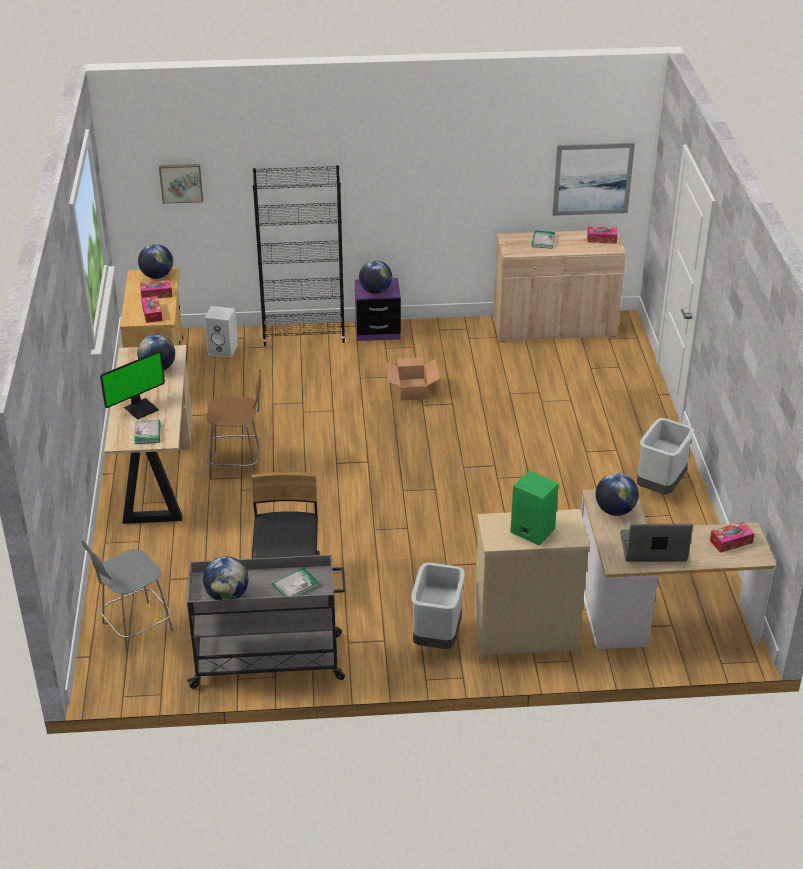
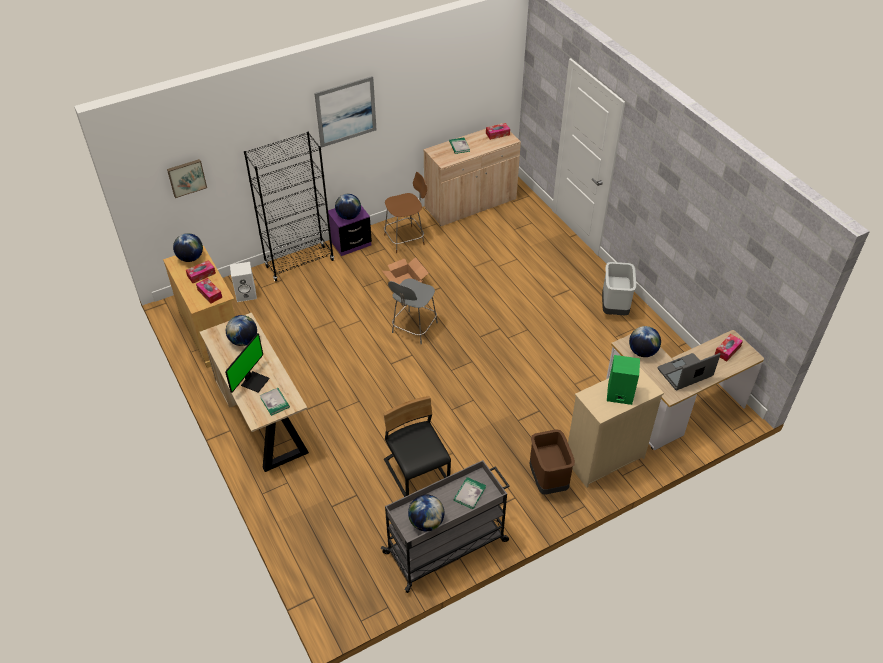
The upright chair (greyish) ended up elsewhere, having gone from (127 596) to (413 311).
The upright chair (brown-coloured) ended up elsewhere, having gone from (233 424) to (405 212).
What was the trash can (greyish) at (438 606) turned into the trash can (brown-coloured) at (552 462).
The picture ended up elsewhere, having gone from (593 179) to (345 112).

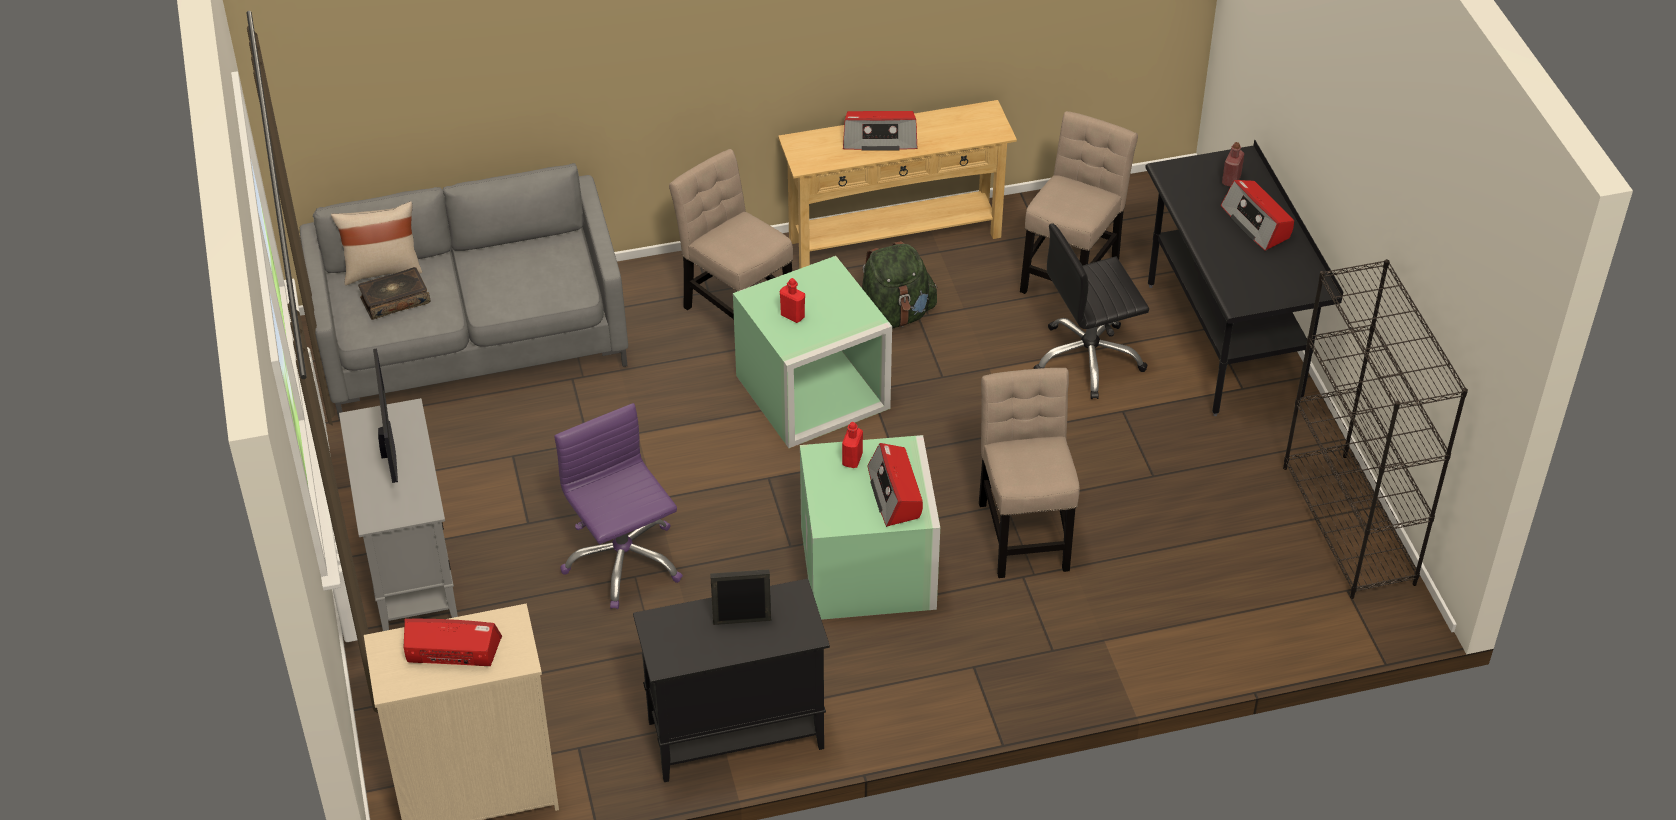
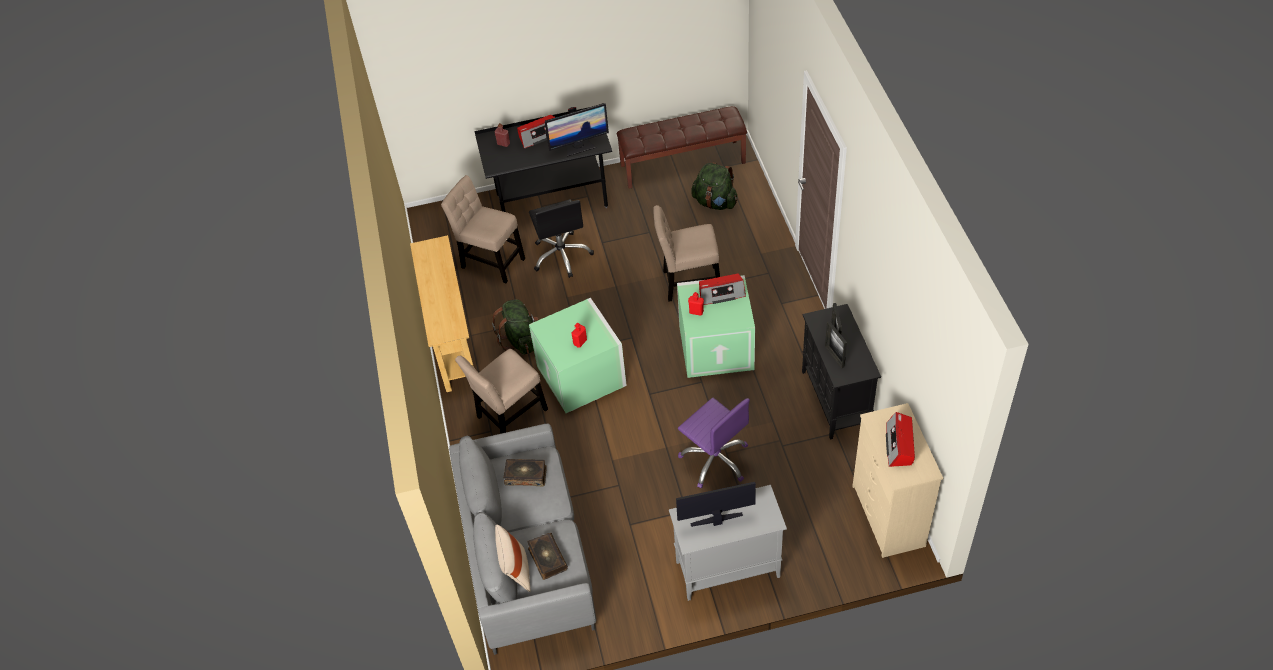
The desk chair (purplish) at (618 506) ended up facing another way, 105 degrees counterclockwise from before.
The second view lost the radio at (880 131).
Where the bookcase (black) stood at (1375 429), the long seat (brown-coloured) came to stand at (681 147).
The second view gained the volume at (525 473).
The second view gained the computer display at (577 130).
The second view gained the backpack (green) at (714 186).
The second view gained the photo frame at (836 344).

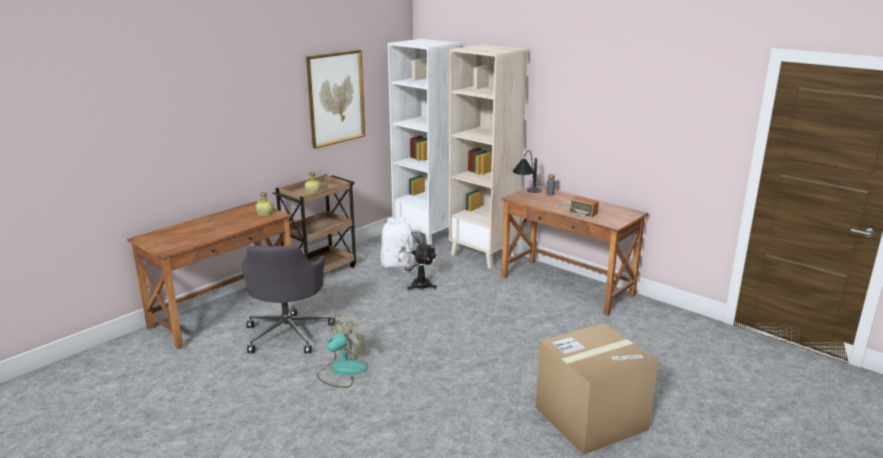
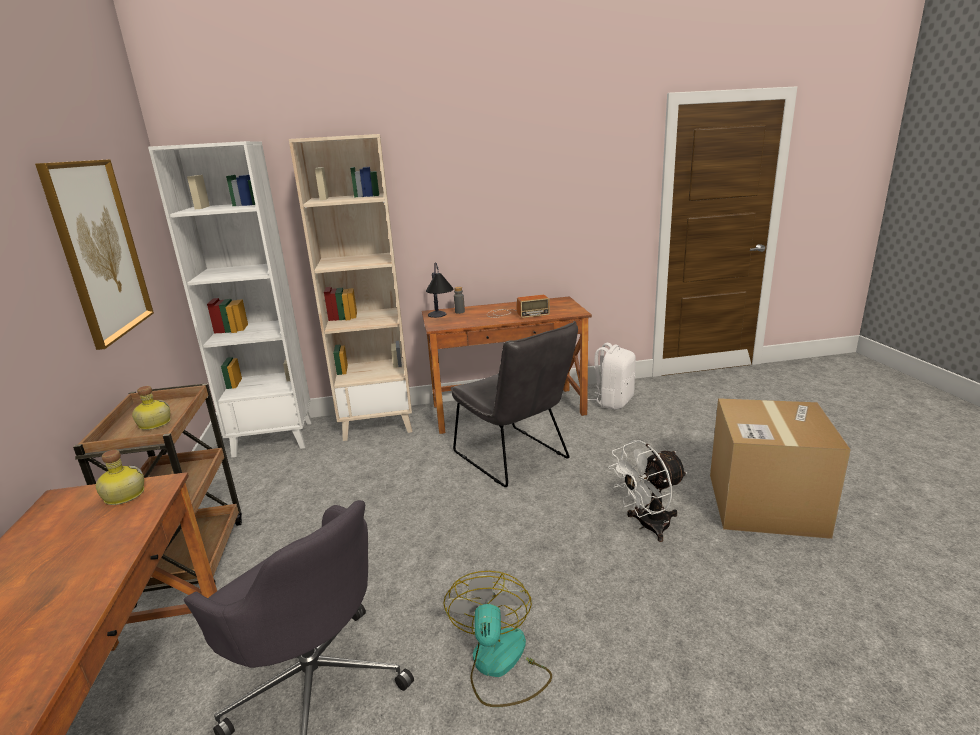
The backpack (whitish) ended up elsewhere, having gone from (398 242) to (612 376).
The fan (whitish) ended up elsewhere, having gone from (415 260) to (647 491).
The second view gained the upright chair (greyish) at (514 404).

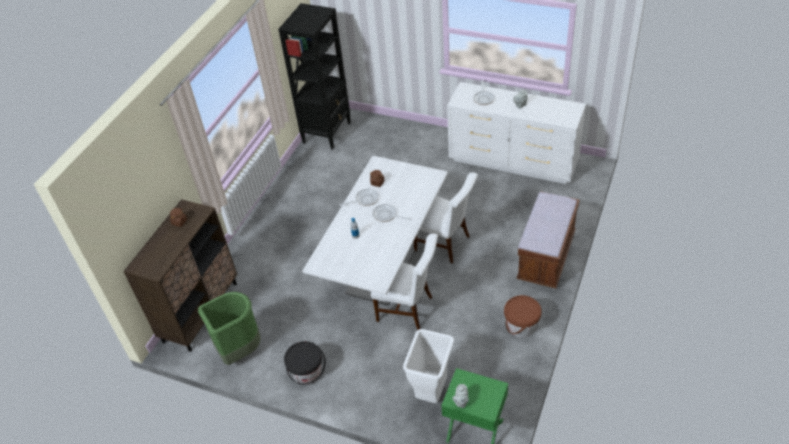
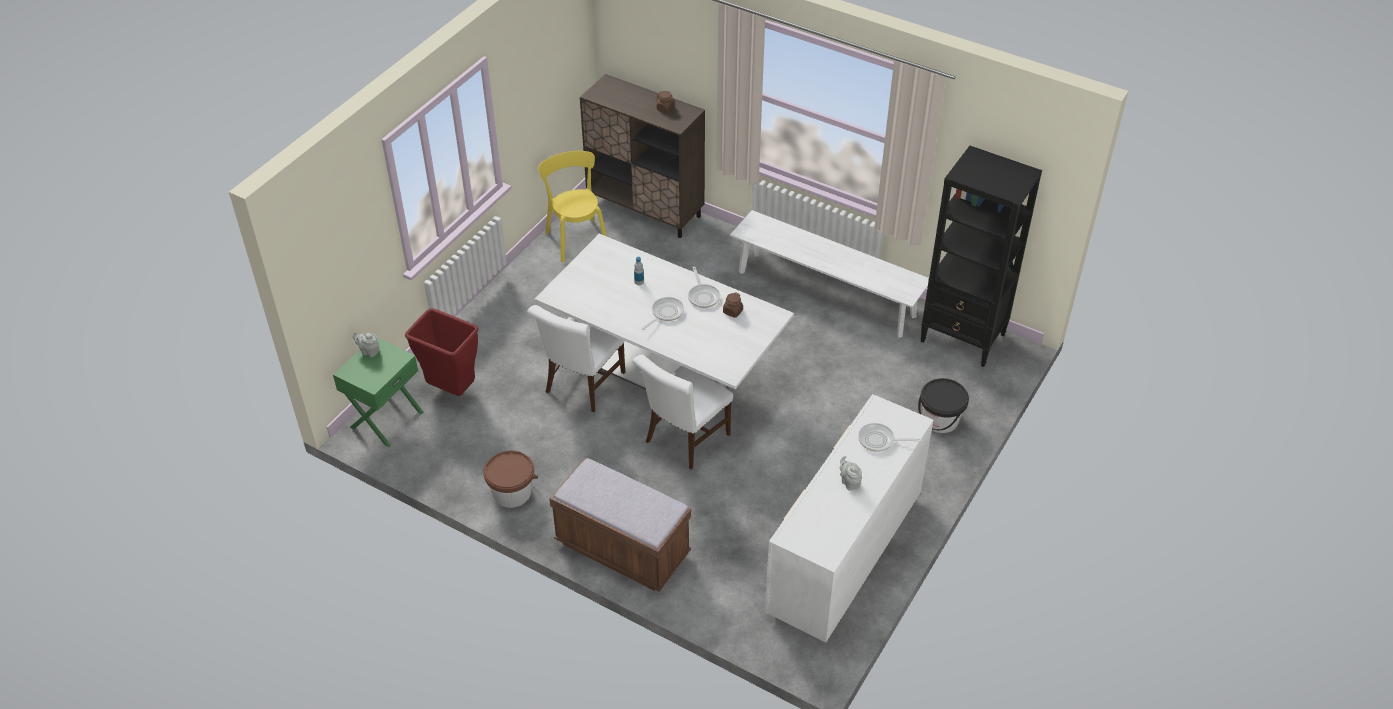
Where the trash can (green) stood at (229 328), the upright chair (yellow) came to stand at (572 206).
The bucket (black) ended up elsewhere, having gone from (304 363) to (943 405).
What was the trash can (whitish) at (428 366) turned into the trash can (reddish) at (442 352).
The second view gained the long seat (whitish) at (829 274).

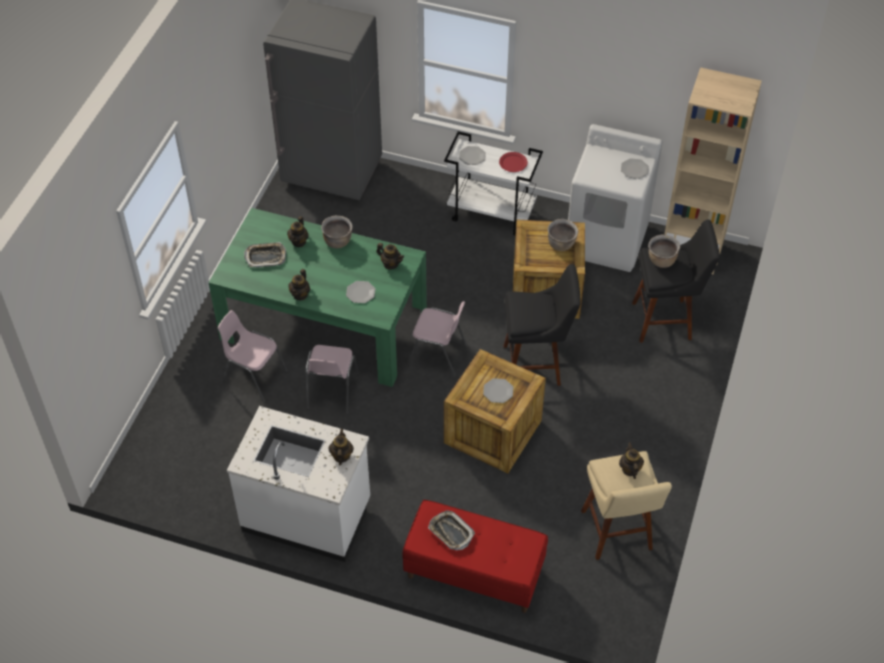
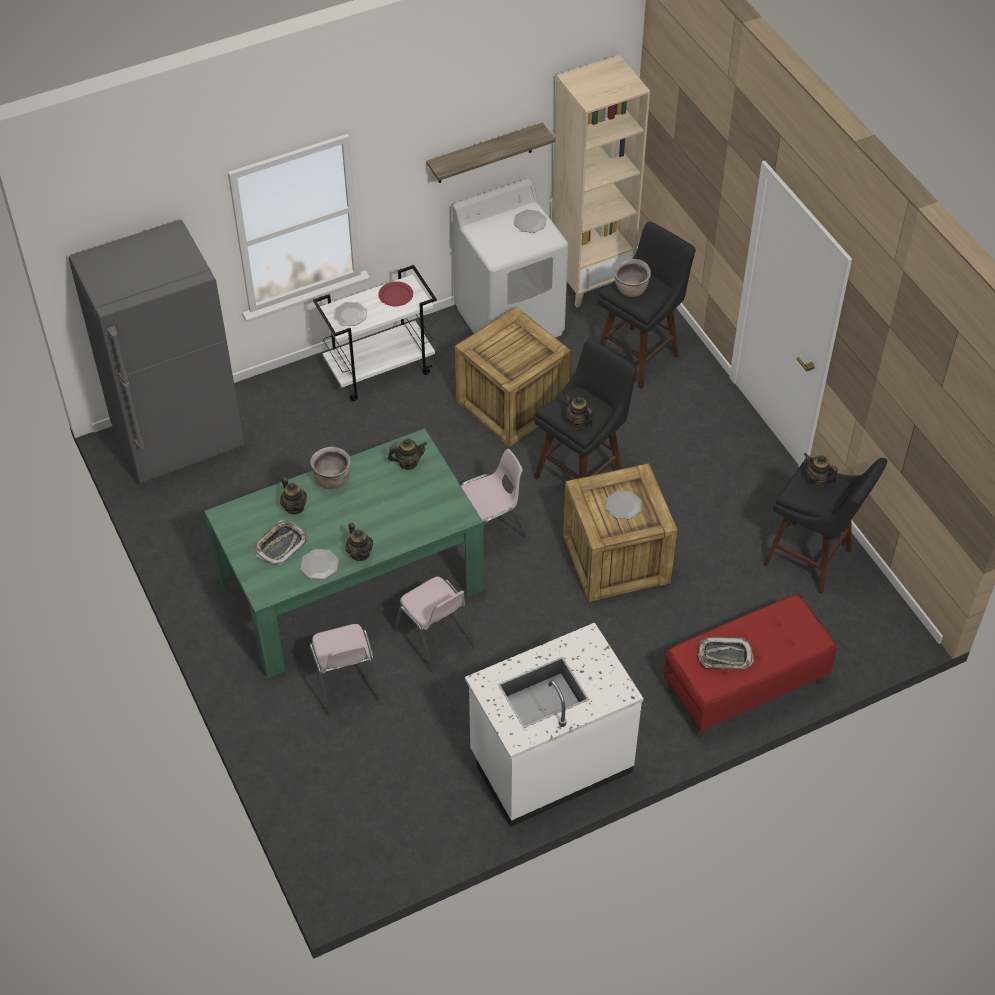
The upright chair (pink-coloured) at (253 356) ended up facing another way, 90 degrees counterclockwise from before.
The teapot ended up elsewhere, having gone from (341 446) to (579 411).
The dinner plate ended up elsewhere, having gone from (361 292) to (319 564).
The second view lost the cooking pot (brown-coloured) at (563 235).
What was the sitting stool (sand-coloured) at (626 505) turned into the sitting stool (black) at (825 525).
The second view gained the bracket shelf at (491 153).

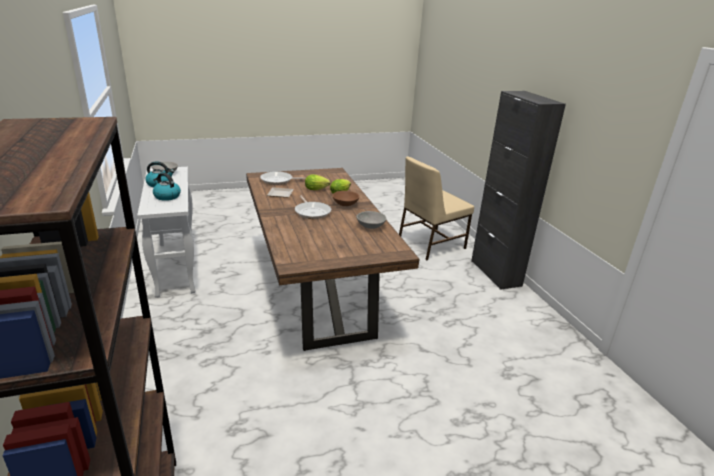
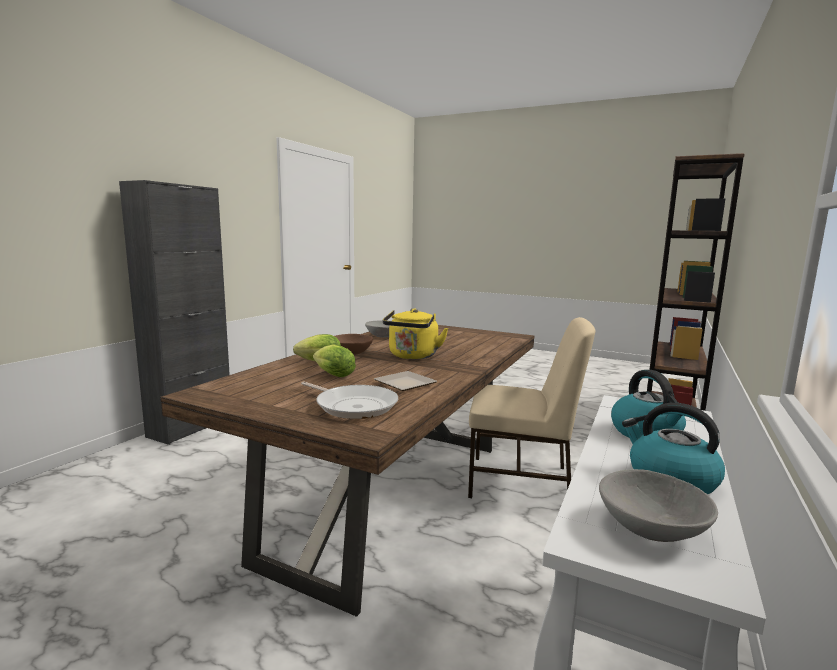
Where the skillet stood at (313 207), the kettle (yellow) came to stand at (415 333).
The upright chair (sand-coloured) ended up elsewhere, having gone from (436 208) to (532 407).

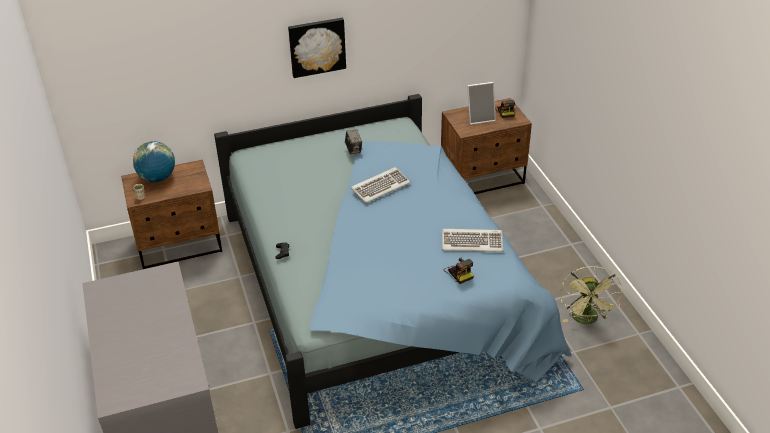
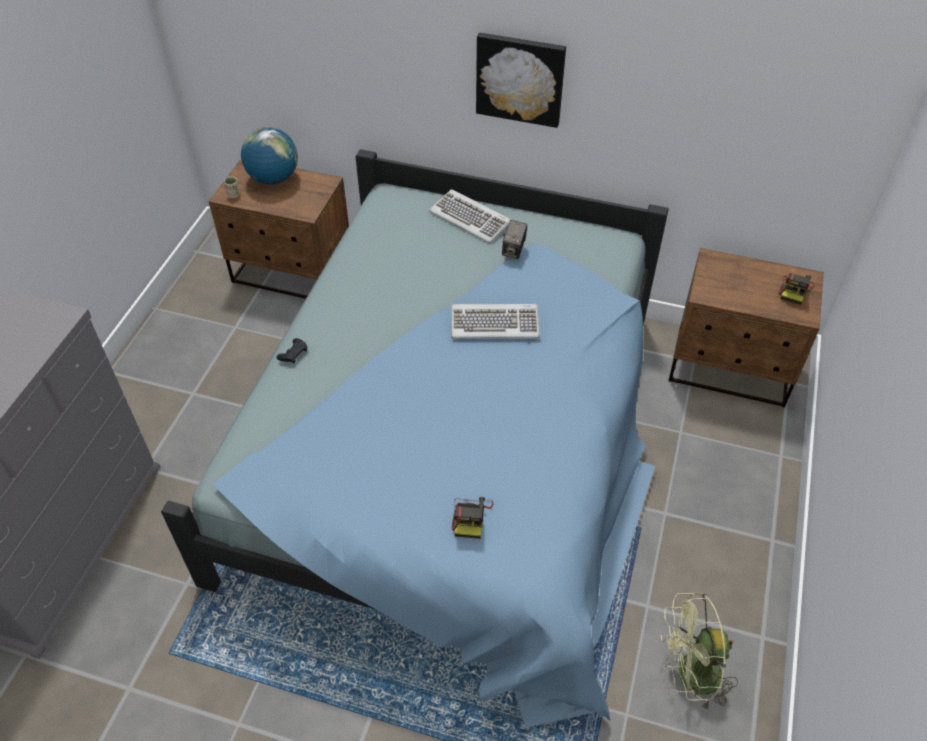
The PC keyboard ended up elsewhere, having gone from (472 240) to (470 216).
The second view lost the photo frame at (481 103).
The fan (green) at (591 295) ended up facing another way, 45 degrees clockwise from before.

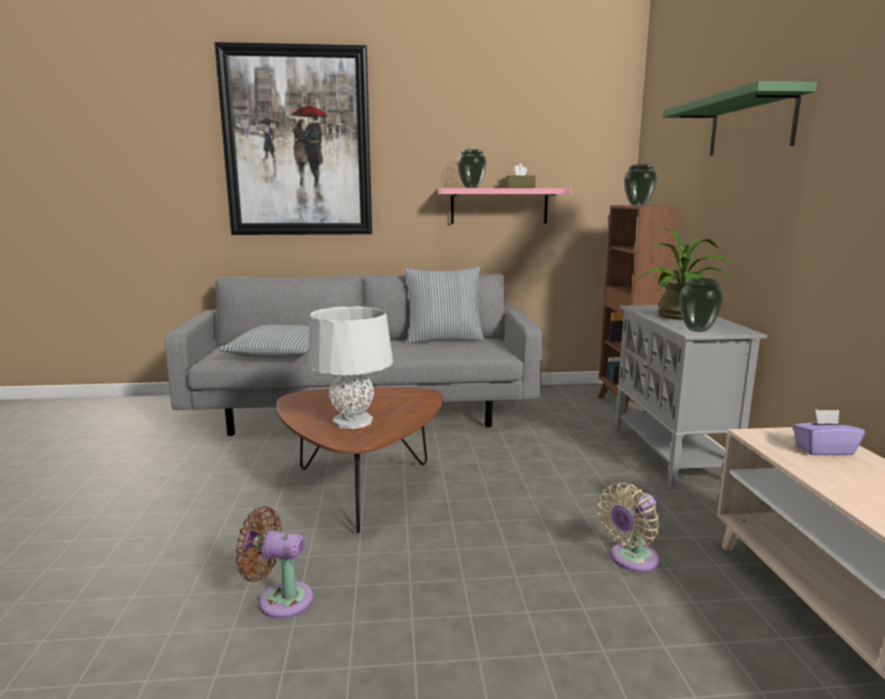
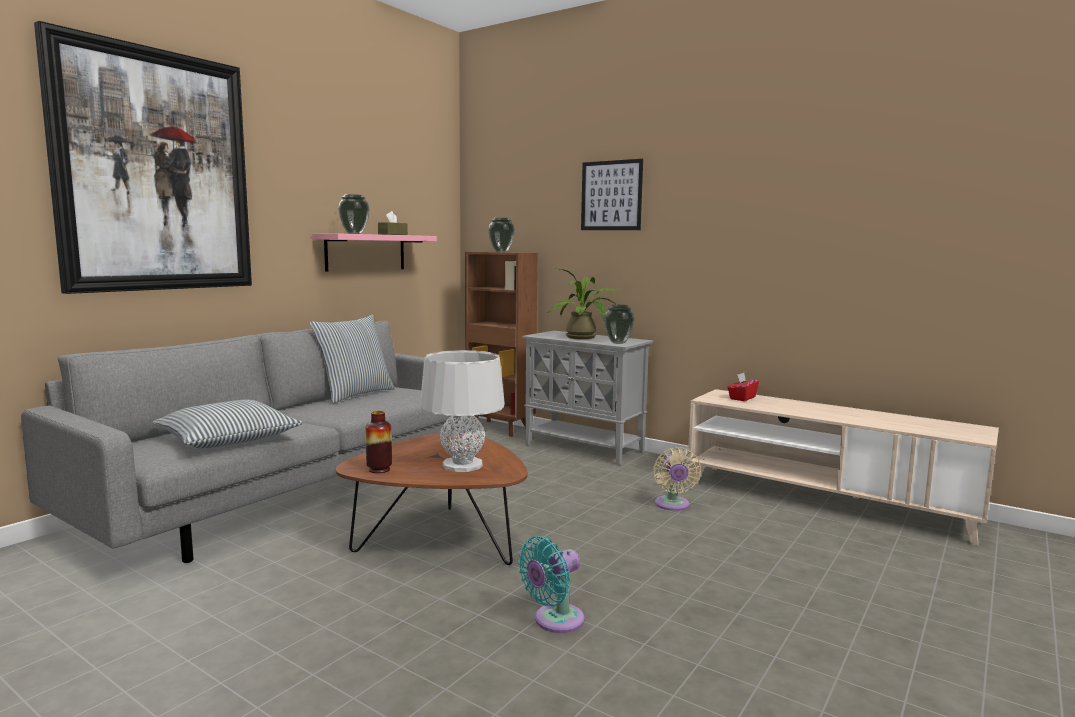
What was the fan (brown-coloured) at (274 562) turned into the fan (turquoise-coloured) at (551 584).
Where the bracket shelf (green) hung at (740 118), the picture came to hang at (612 194).
What was the tissue holder (purplish) at (829 432) turned into the tissue holder (reddish) at (743 387).
The second view gained the decorative vase at (378 442).

